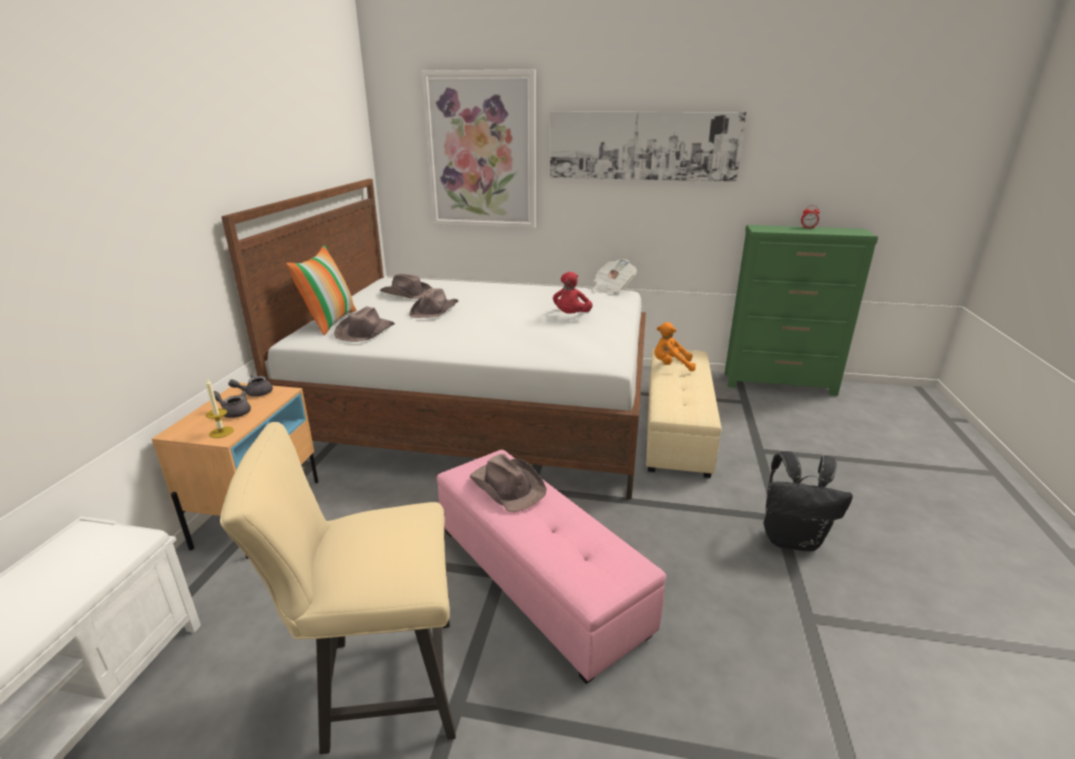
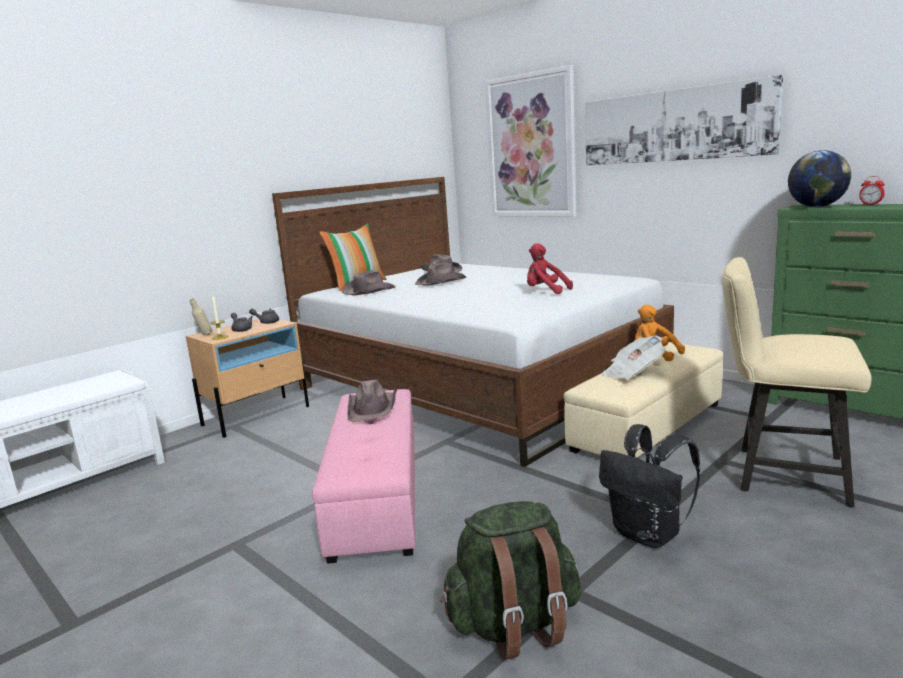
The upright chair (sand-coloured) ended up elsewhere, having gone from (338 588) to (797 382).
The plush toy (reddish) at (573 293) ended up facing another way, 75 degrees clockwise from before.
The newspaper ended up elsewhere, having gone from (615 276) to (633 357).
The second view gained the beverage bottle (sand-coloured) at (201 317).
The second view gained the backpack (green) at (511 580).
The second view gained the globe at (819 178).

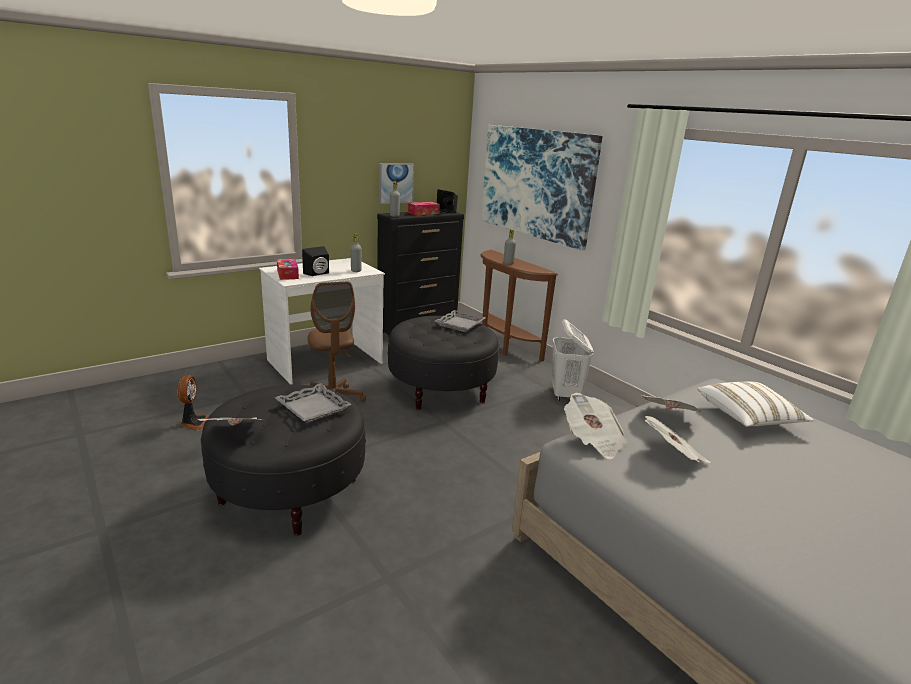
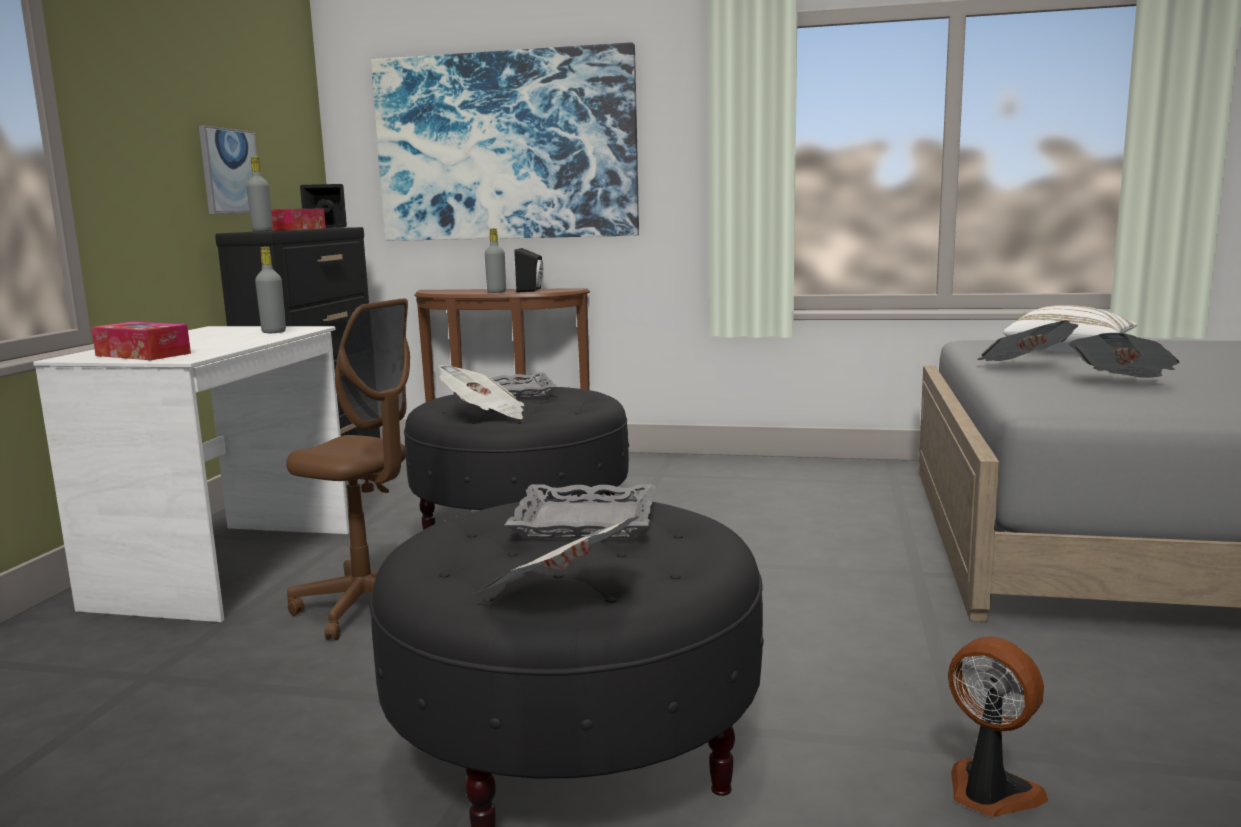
The fan ended up elsewhere, having gone from (193 403) to (998 726).
The audio speaker (black) ended up elsewhere, having gone from (315 261) to (528 270).
The second view lost the washing basket (whitish) at (572 360).
The newspaper ended up elsewhere, having gone from (595 426) to (481 392).

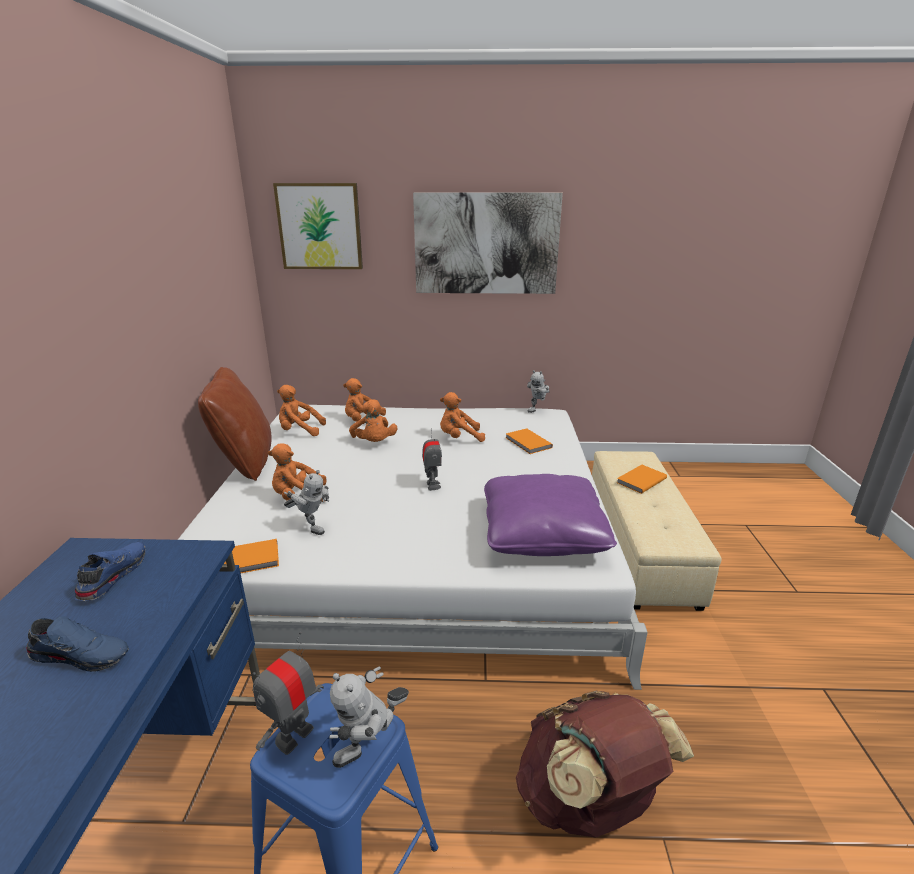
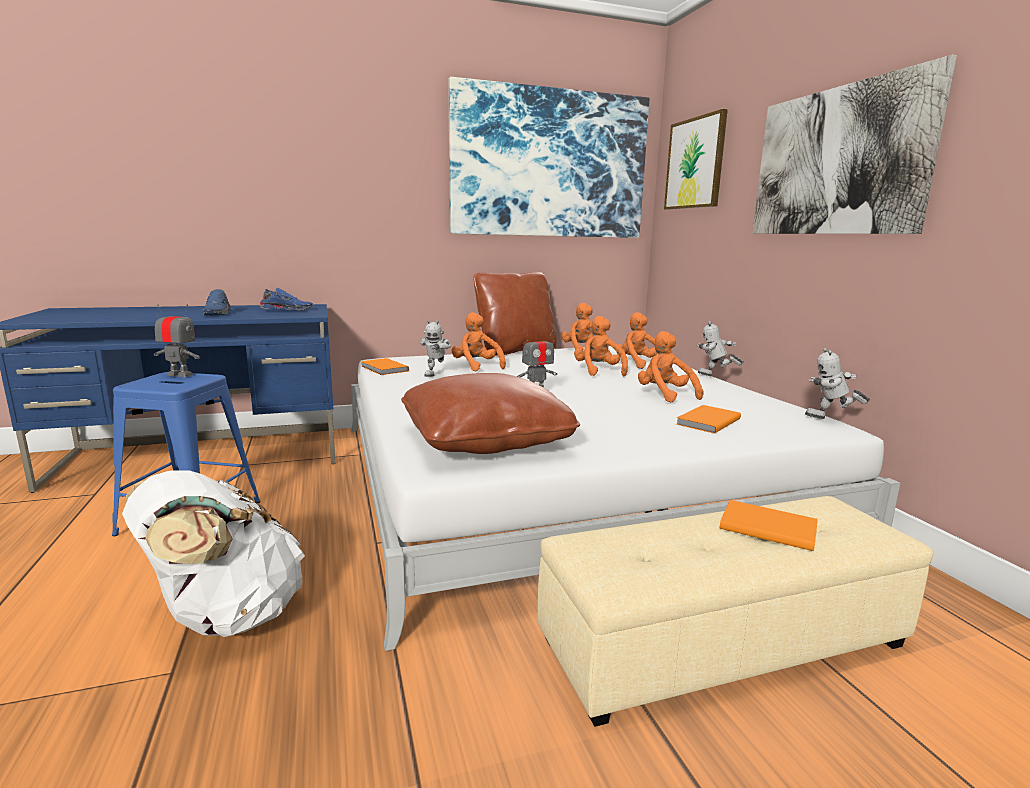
The model robot ended up elsewhere, having gone from (369 717) to (720 348).
The plush toy (orange) at (373 420) ended up facing another way, 120 degrees clockwise from before.
What was the pillow (purplish) at (550 515) turned into the pillow (brown-coloured) at (490 413).
What was the backpack (brown-coloured) at (605 764) turned into the backpack (whitish) at (213 553).
The second view gained the picture at (548 157).

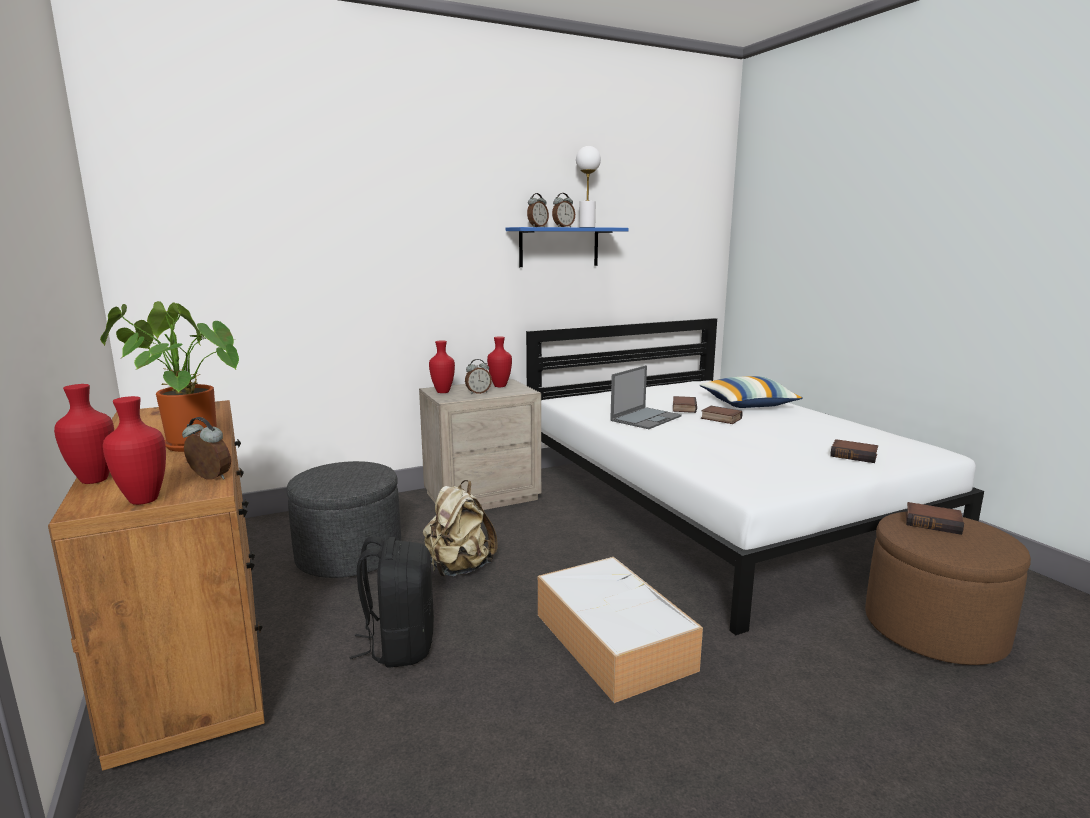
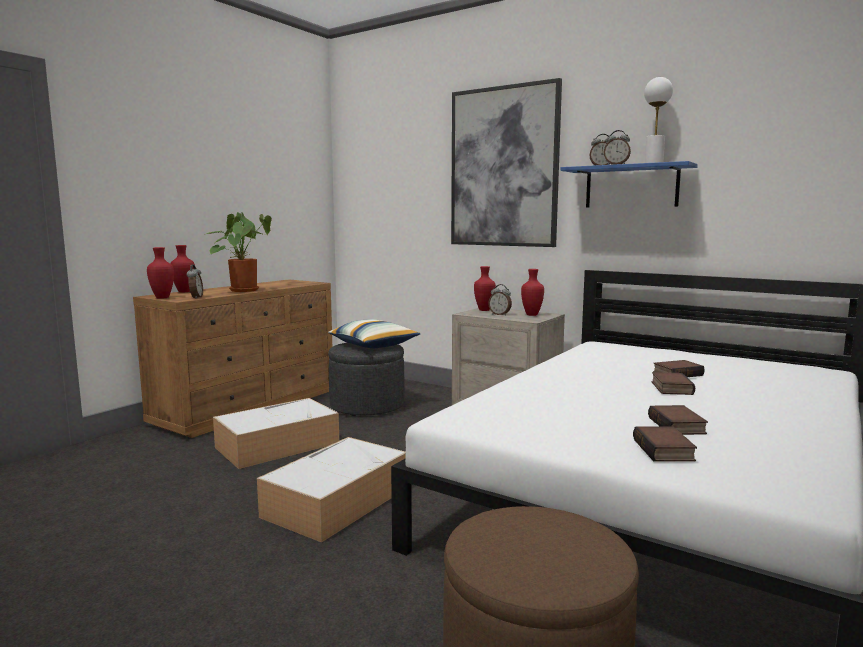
Where the backpack (black) stood at (391 602), the storage container came to stand at (276 433).
The second view lost the backpack (sand-coloured) at (460 528).
The second view lost the portable computer at (646 397).
The pillow ended up elsewhere, having gone from (751 392) to (374 333).
The volume ended up elsewhere, having gone from (935 518) to (678 420).
The second view gained the picture at (506 162).

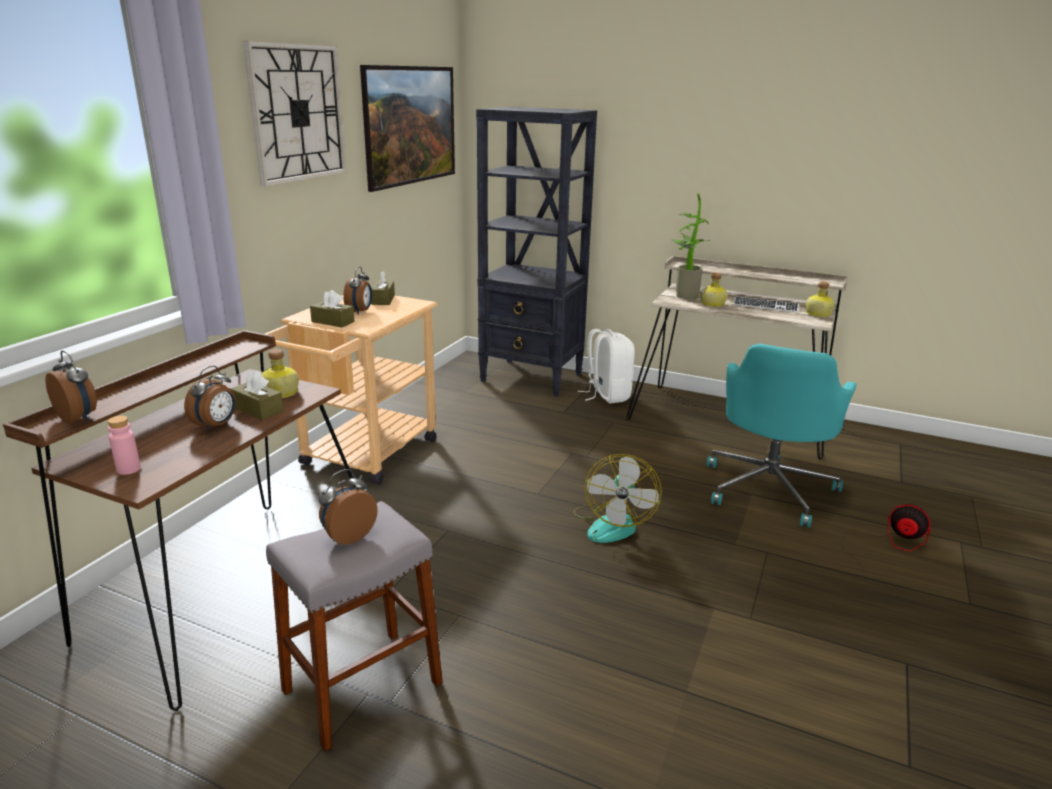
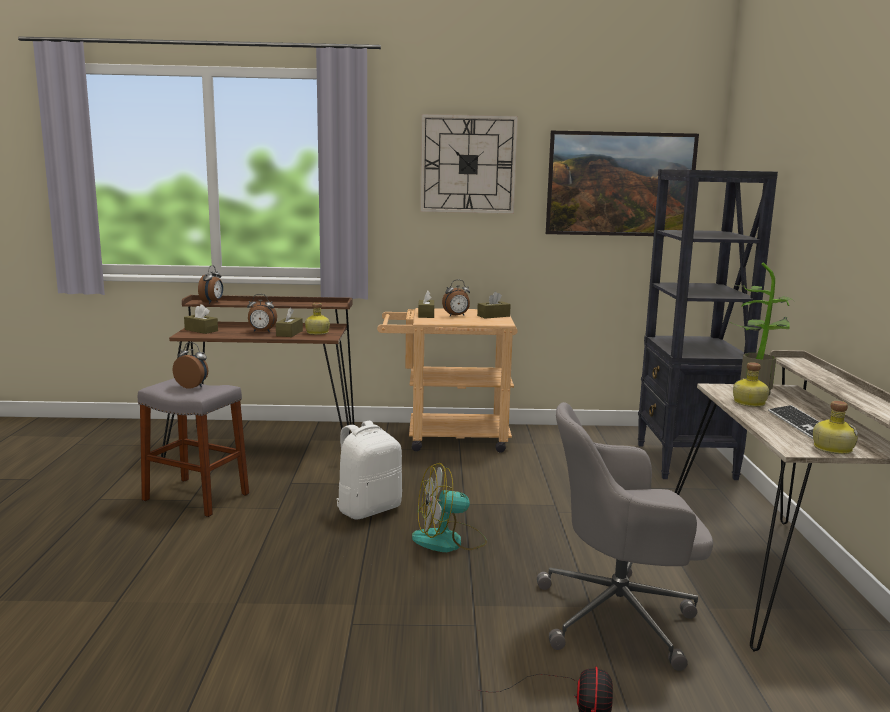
Where the beverage bottle (pink-coloured) stood at (124 445), the tissue holder (brown-coloured) came to stand at (201 319).
The backpack (whitish) ended up elsewhere, having gone from (606 366) to (369 470).
What was the desk chair (turquoise-coloured) at (781 436) turned into the desk chair (greyish) at (625 536).

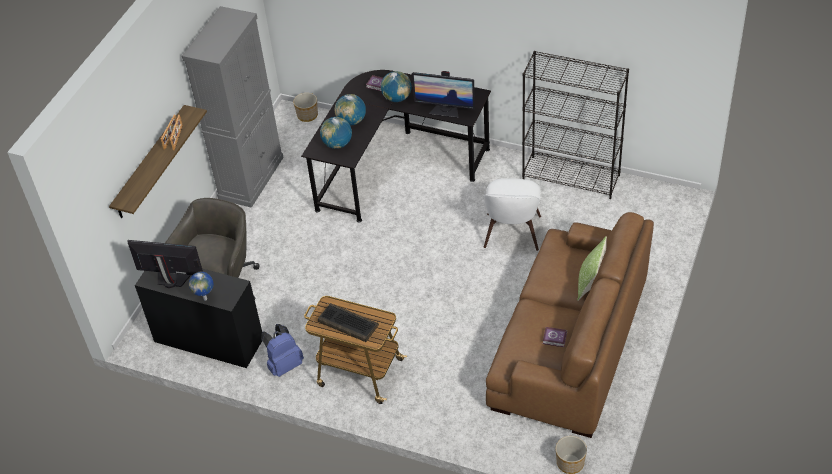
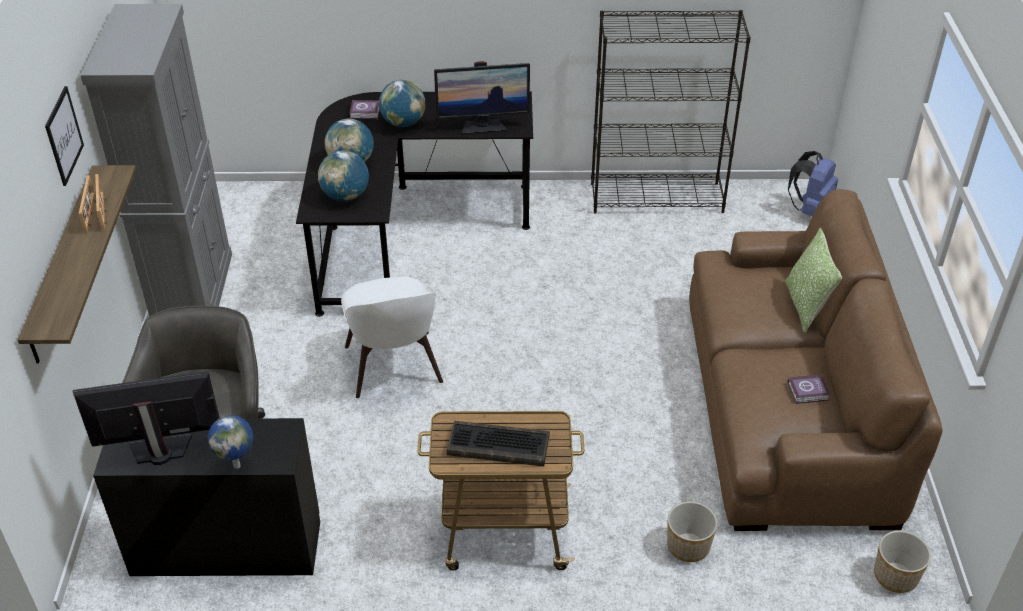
The backpack (blue-coloured) ended up elsewhere, having gone from (282 350) to (813 183).
The flower pot ended up elsewhere, having gone from (305 107) to (692 532).
The upright chair (whitish) ended up elsewhere, having gone from (512 214) to (392 337).
The second view gained the picture at (64 136).

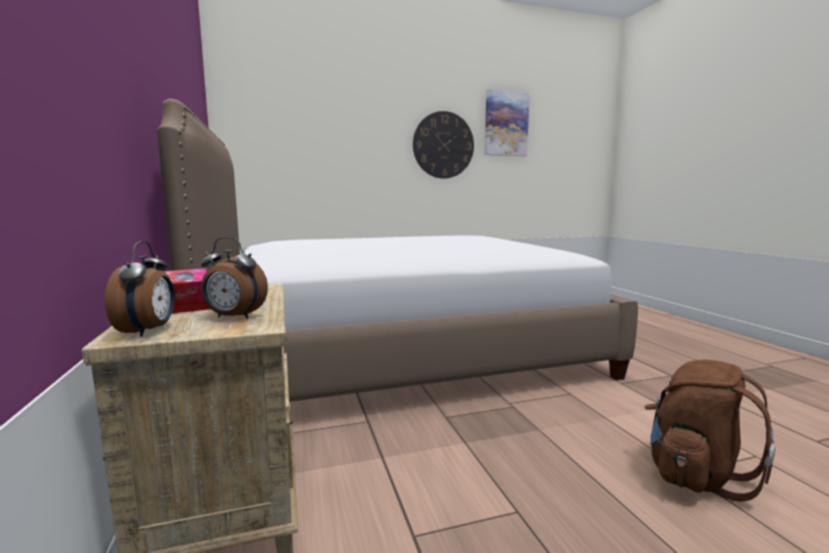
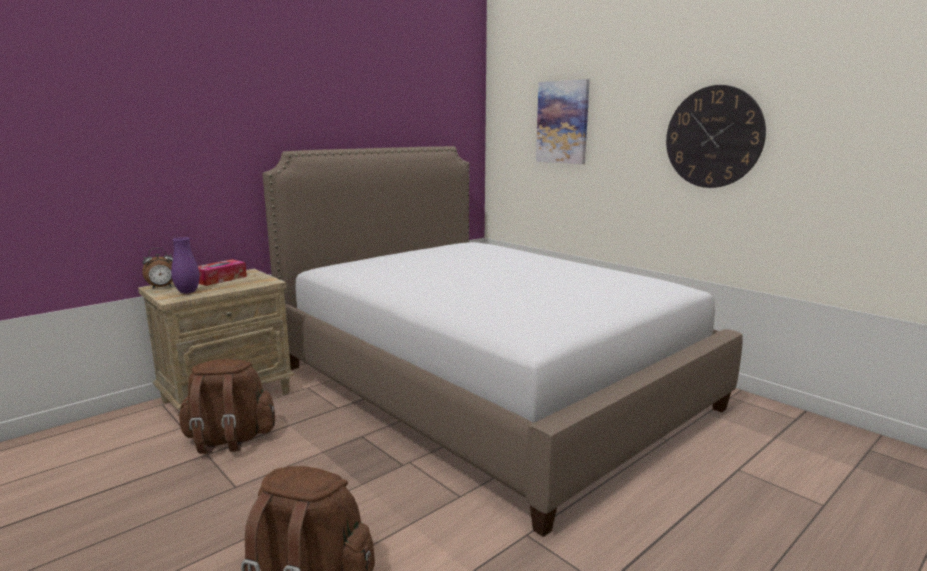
Where the table clock stood at (234 278), the decorative vase (purplish) came to stand at (185 265).
The picture ended up elsewhere, having gone from (507 123) to (563 121).
The second view gained the backpack (brown-coloured) at (226 406).

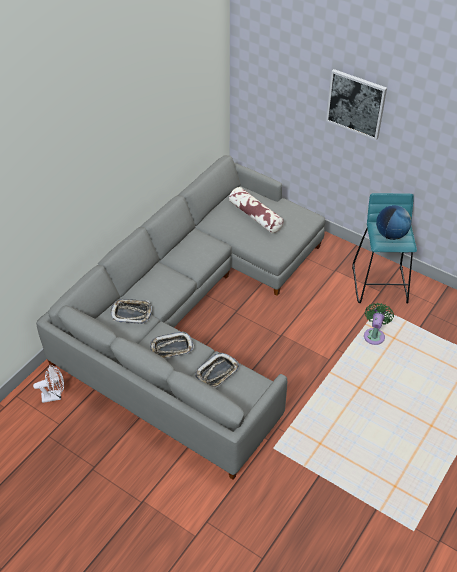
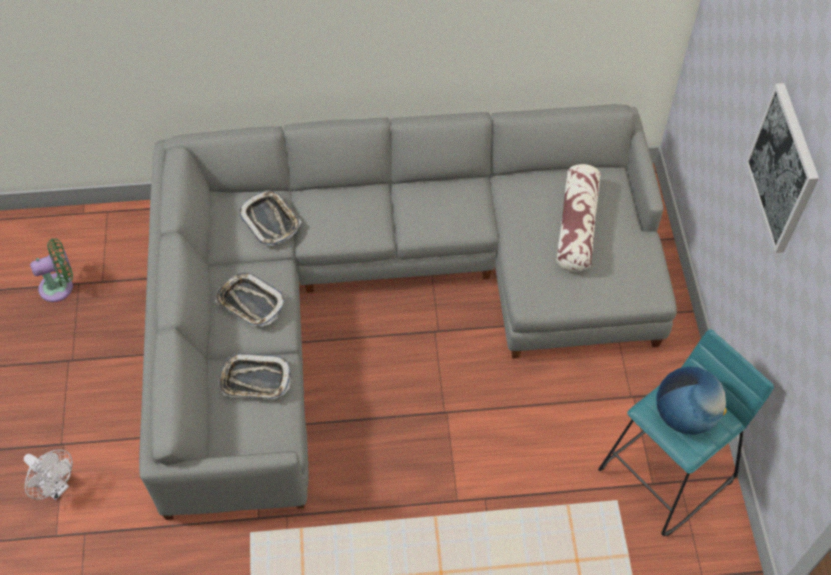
The fan (whitish) ended up elsewhere, having gone from (48 384) to (48 474).
The fan (green) ended up elsewhere, having gone from (379 324) to (51 270).

